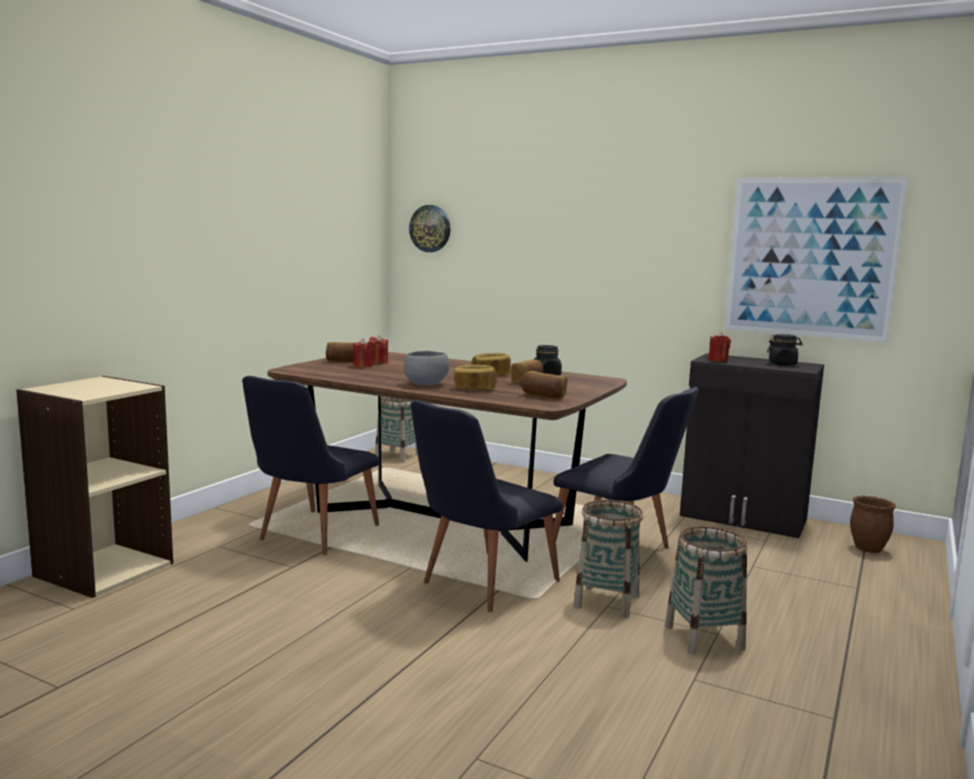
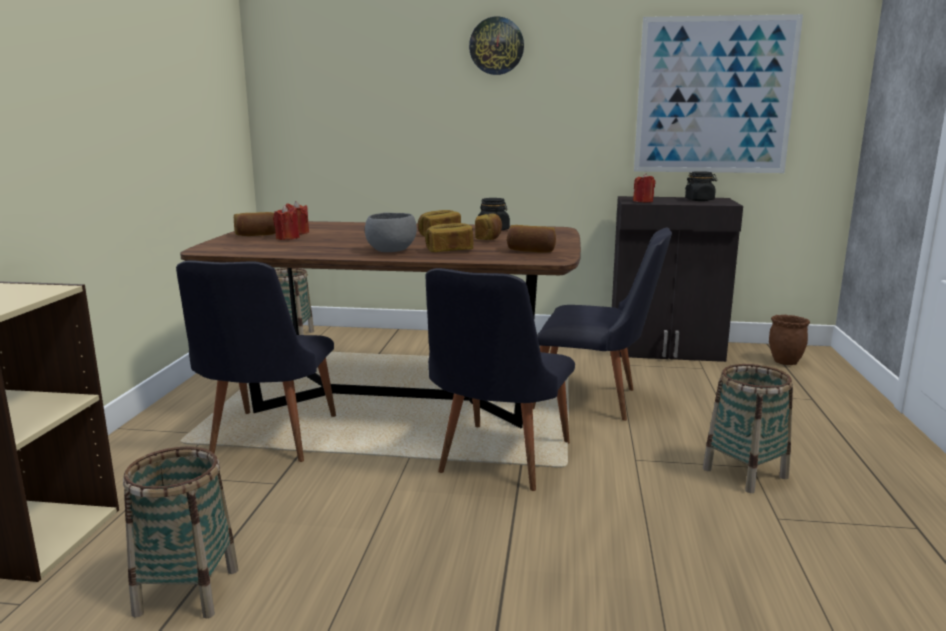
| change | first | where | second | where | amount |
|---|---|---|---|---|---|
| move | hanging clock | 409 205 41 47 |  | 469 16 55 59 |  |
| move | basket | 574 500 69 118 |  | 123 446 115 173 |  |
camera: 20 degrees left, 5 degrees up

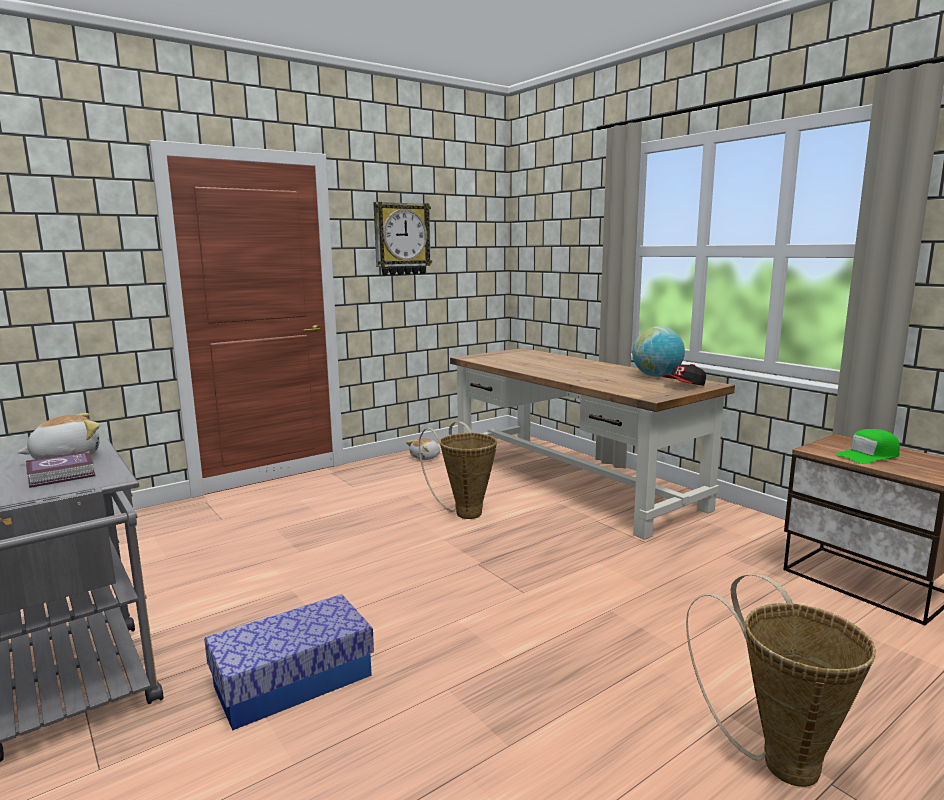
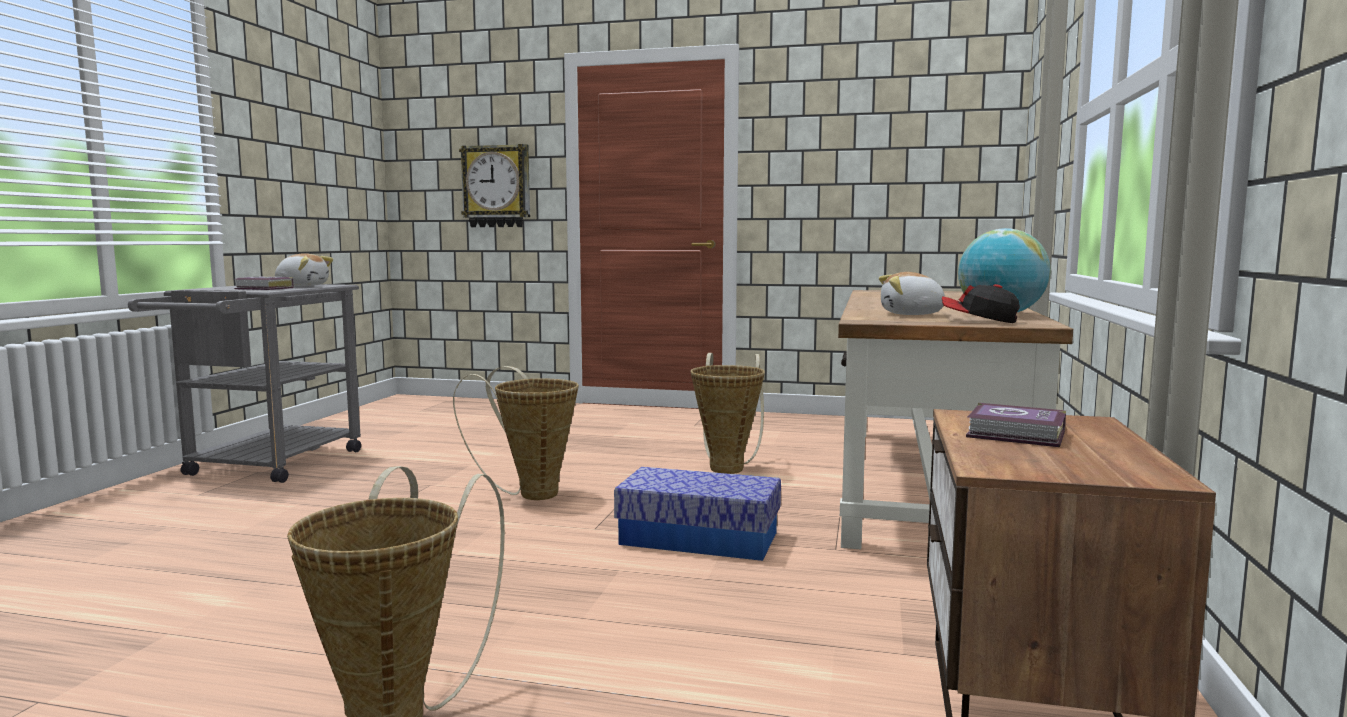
| change | first | where | second | where | amount |
|---|---|---|---|---|---|
| move | hanging clock | 374 202 58 74 |  | 459 144 71 83 |  |
| replace | peaked cap (green) | 835 429 65 35 | bound book | 966 403 100 44 |  |
| move | plush toy | 406 438 34 22 |  | 879 272 66 43 |  |
| move | storage container | 204 594 170 137 |  | 614 467 167 94 |  |
| insert |  |  | basket | 453 366 126 134 |  |
camera: 50 degrees right, 5 degrees down

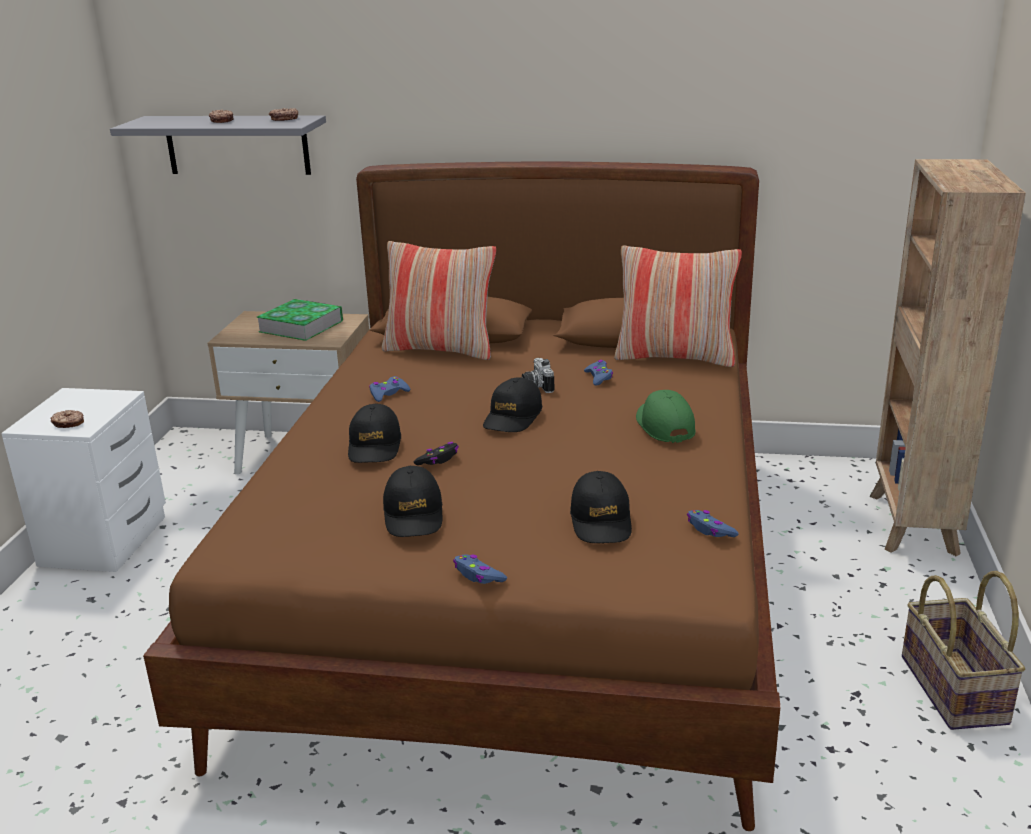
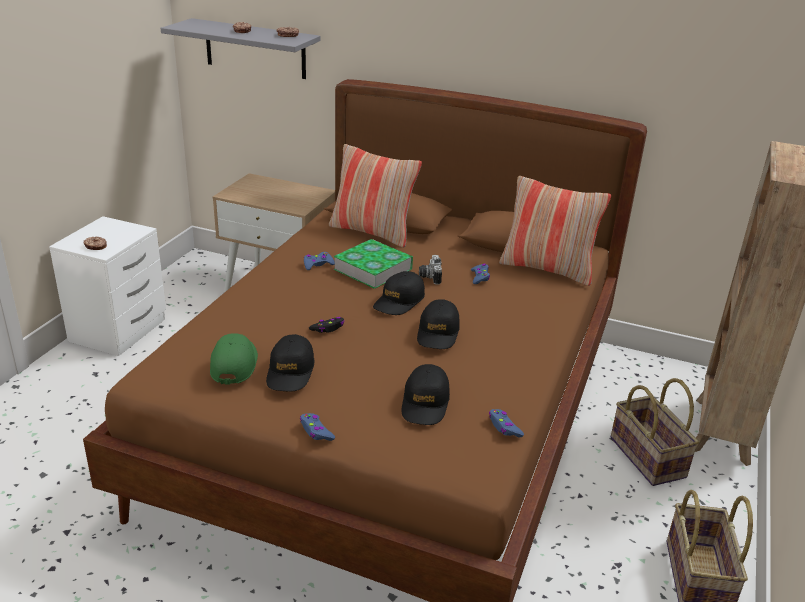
| change | first | where | second | where | amount |
|---|---|---|---|---|---|
| move | bound book | 256 299 87 42 |  | 334 239 79 50 |  |
| move | peaked cap (green) | 636 390 60 53 |  | 210 333 48 52 |  |
| move | peaked cap (black) | 348 404 53 59 |  | 417 299 43 50 |  |
| insert |  |  | basket | 611 378 88 108 |  |
camera: 10 degrees right, 5 degrees up

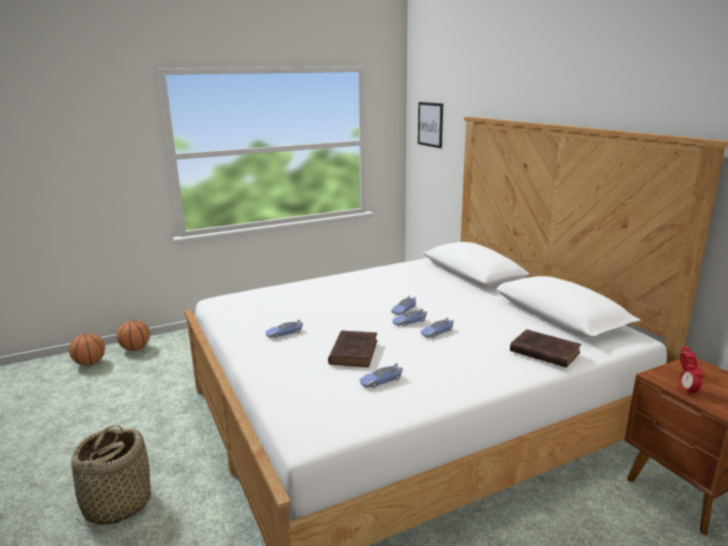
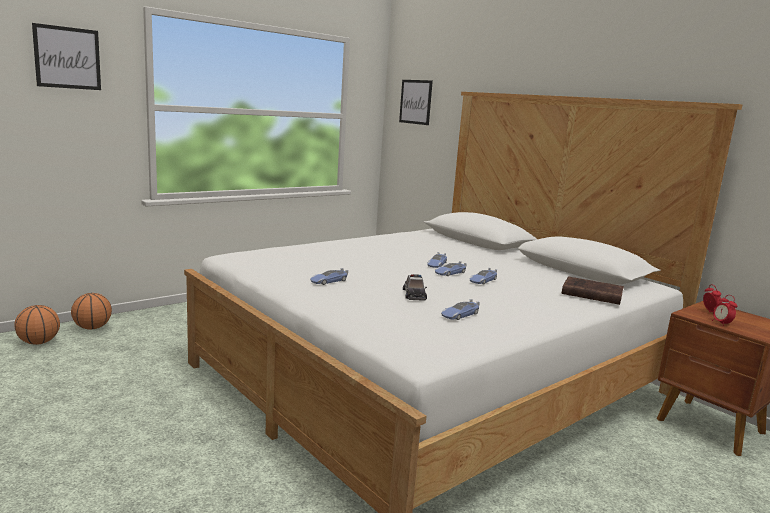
| change | first | where | second | where | amount |
|---|---|---|---|---|---|
| replace | bound book (brown-coloured) | 328 330 49 37 | toy car | 403 274 24 27 |  |
| delete | basket | 71 424 80 102 |  |  |  |
| insert |  |  | wall picture | 32 23 69 67 |  |
camera: 15 degrees left, 5 degrees down

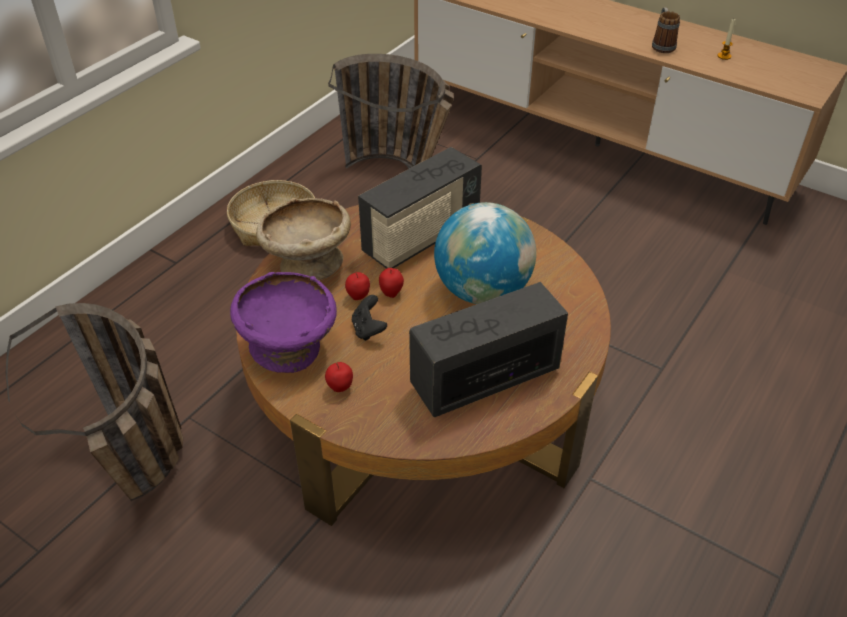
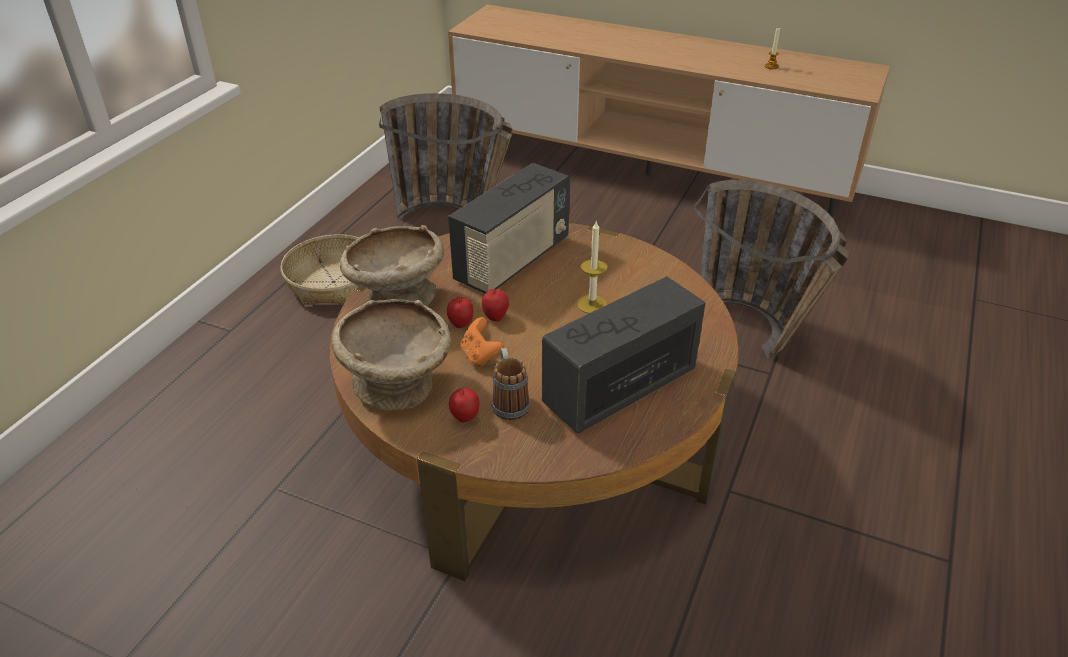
| change | first | where | second | where | amount |
|---|---|---|---|---|---|
| move | tea mug | 652 8 28 45 |  | 492 348 38 72 |  |
| replace | desk globe | 434 202 102 102 | candle | 577 220 30 94 |  |
| recolor | bowl (purple) | 230 272 107 101 | bowl (beige-coloured) | 331 299 120 112 |  |
| recolor | game controller (black) | 352 295 35 46 | game controller (orangey) | 461 317 43 50 |  |
| move | basket | 6 303 177 198 |  | 693 180 156 179 |  |
camera: 10 degrees left, 5 degrees down

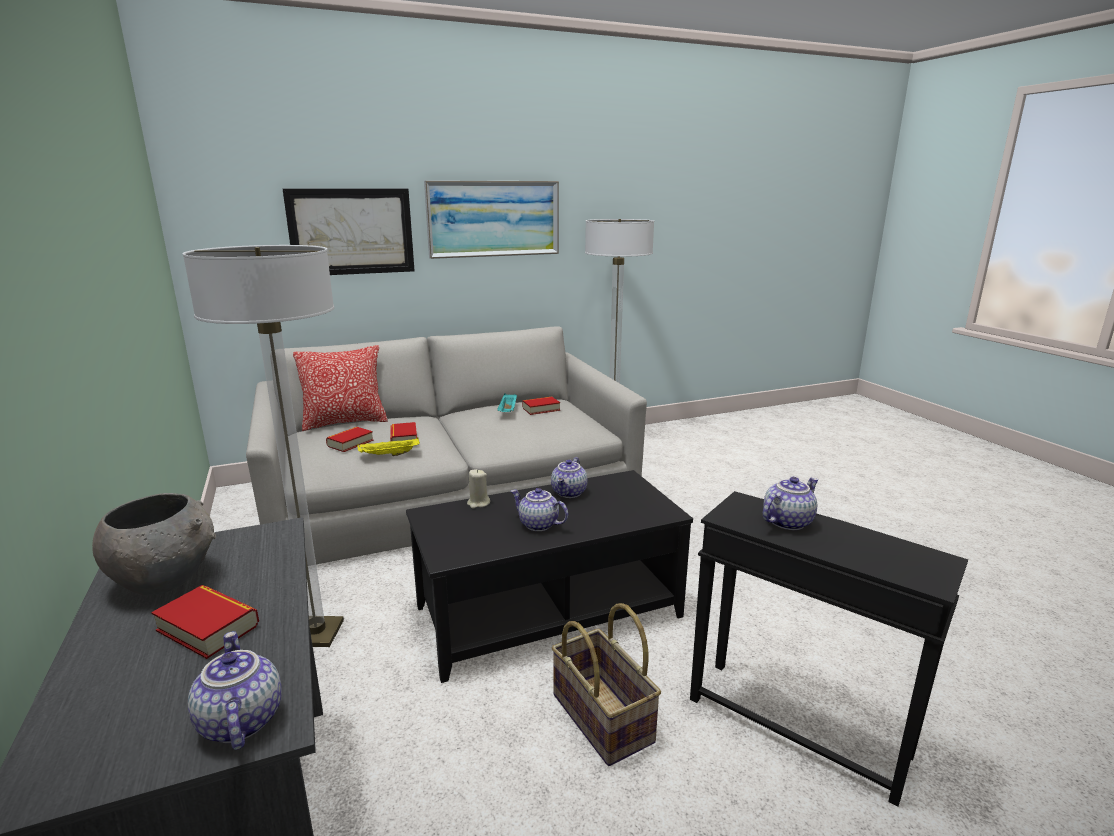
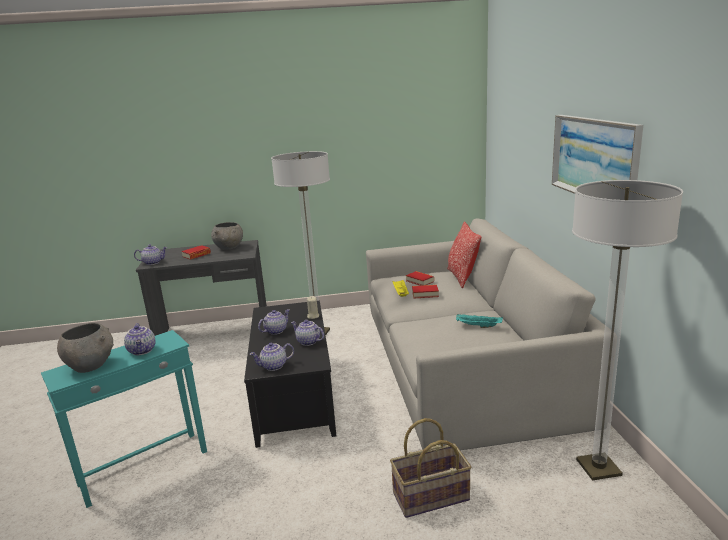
| change | first | where | second | where | amount |
|---|---|---|---|---|---|
| delete | wall picture | 283 189 132 86 |  |  |  |
| delete | bound book | 522 396 38 19 |  |  |  |
| recolor | side table (black) | 690 491 278 316 | side table (turquoise-coloured) | 41 330 166 178 |  |
| move | basket | 552 603 109 163 |  | 390 418 82 100 |  |
| insert |  |  | bowl (grey) | 57 323 57 50 |  |
| insert |  |  | teapot | 249 343 45 28 |  |
camera: 105 degrees right, 0 degrees up

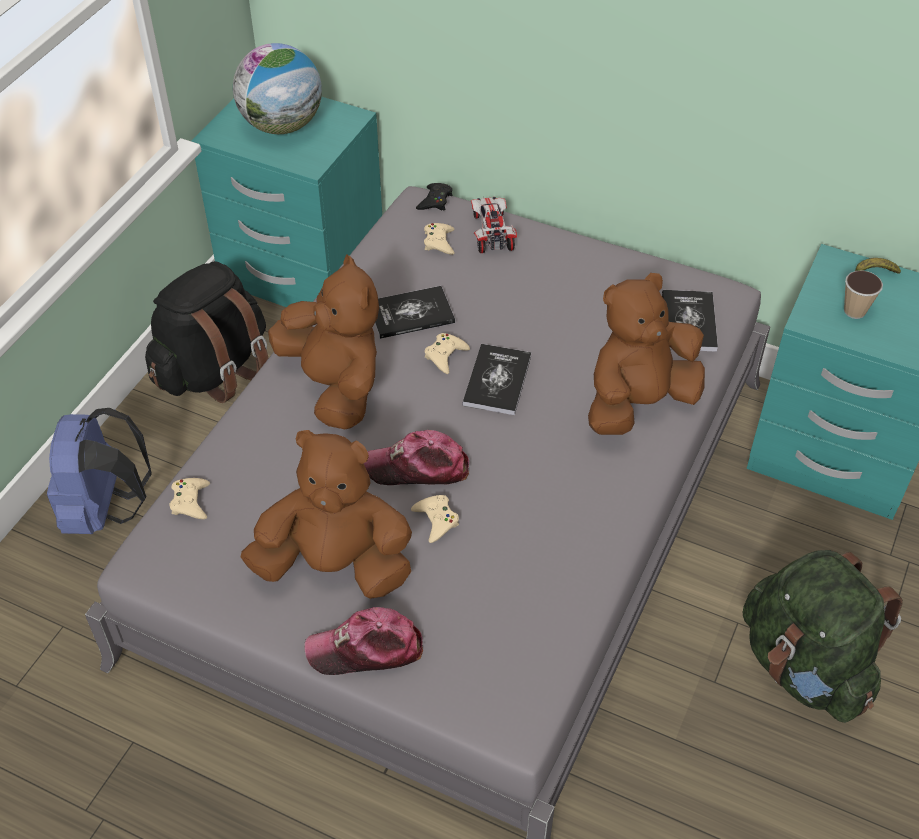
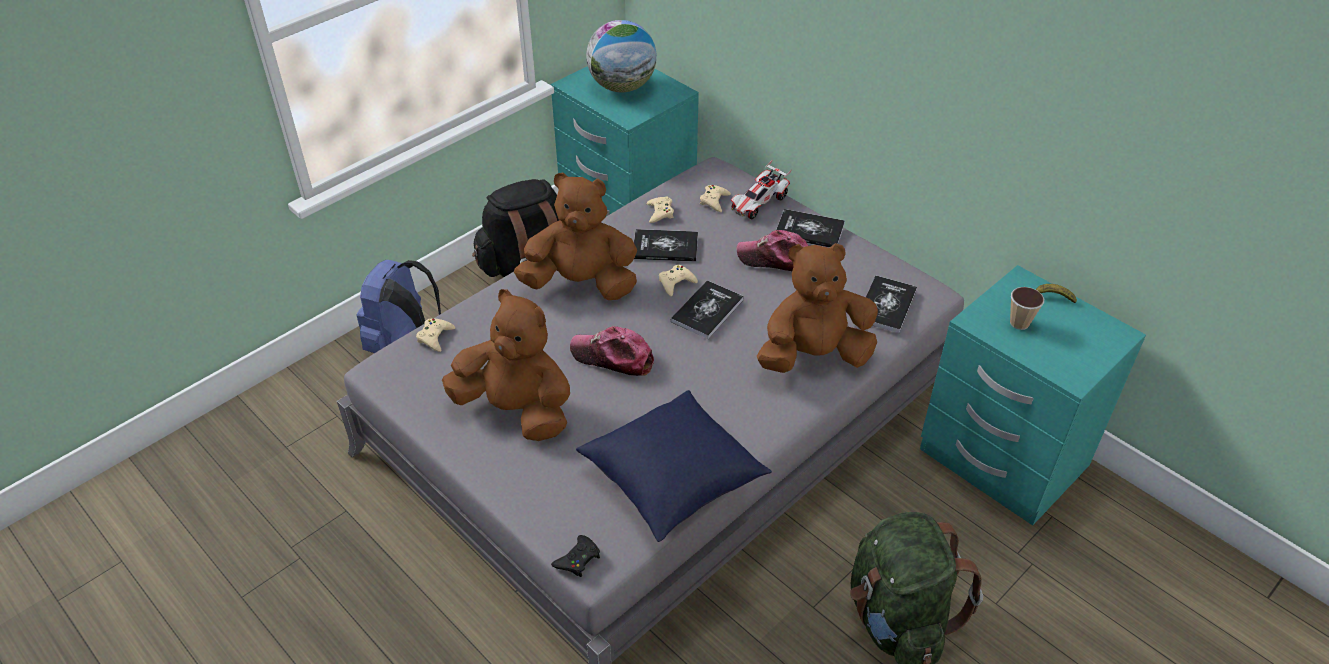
| change | first | where | second | where | amount |
|---|---|---|---|---|---|
| move | game controller (black) | 416 183 36 28 |  | 551 535 49 42 |  |
| rotate | toy car | 471 197 46 56 |  | 731 160 60 59 | 150 degrees counterclockwise |
| rotate | plush toy (brown-coloured) | 268 254 111 175 |  | 514 173 123 127 | 75 degrees counterclockwise |
| move | game controller (beige-coloured) | 411 495 48 48 |  | 646 197 28 26 |  |
| move | peaked cap | 304 607 119 68 |  | 737 230 71 41 |  |
| insert |  |  | bound book | 776 209 69 39 |  |
| insert |  |  | cushion (blue) | 576 390 196 152 |  |
camera: 20 degrees right, 5 degrees down

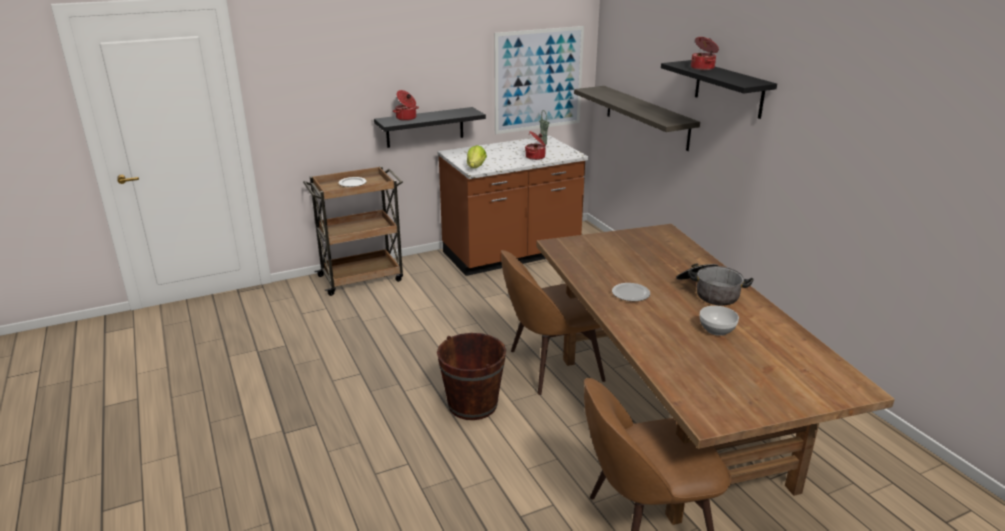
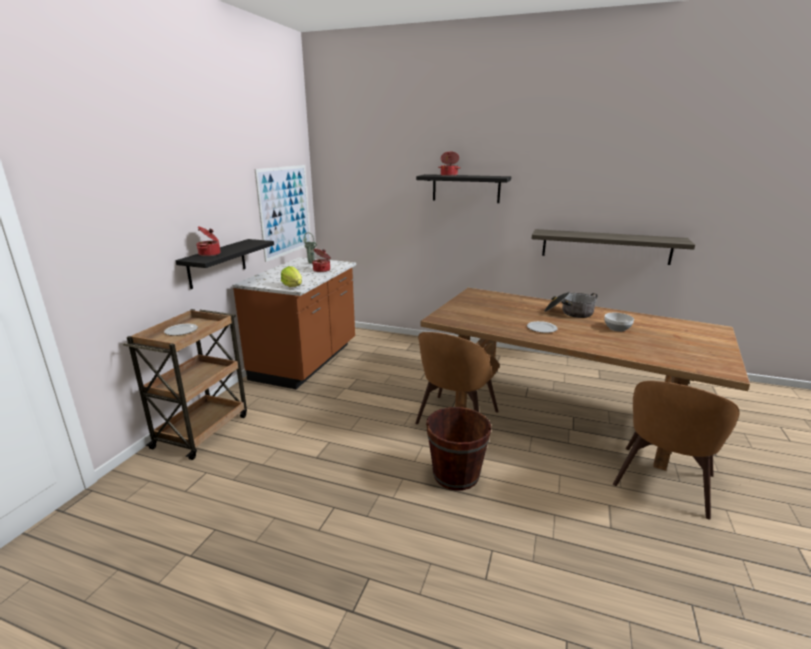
| change | first | where | second | where | amount |
|---|---|---|---|---|---|
| move | bracket shelf | 574 86 126 65 |  | 532 229 163 36 |  |
camera: 45 degrees left, 5 degrees down

